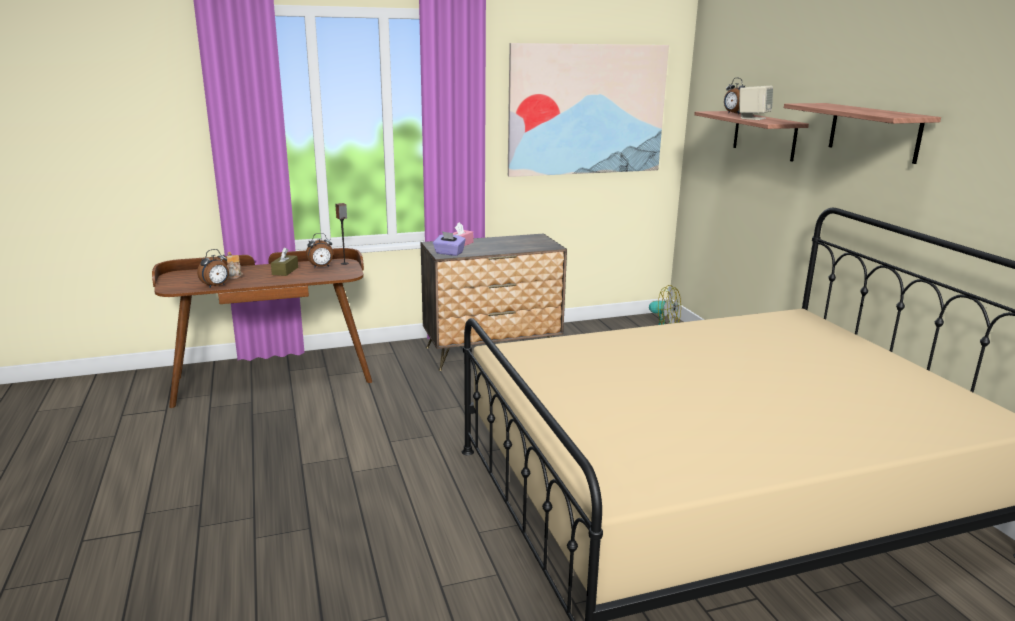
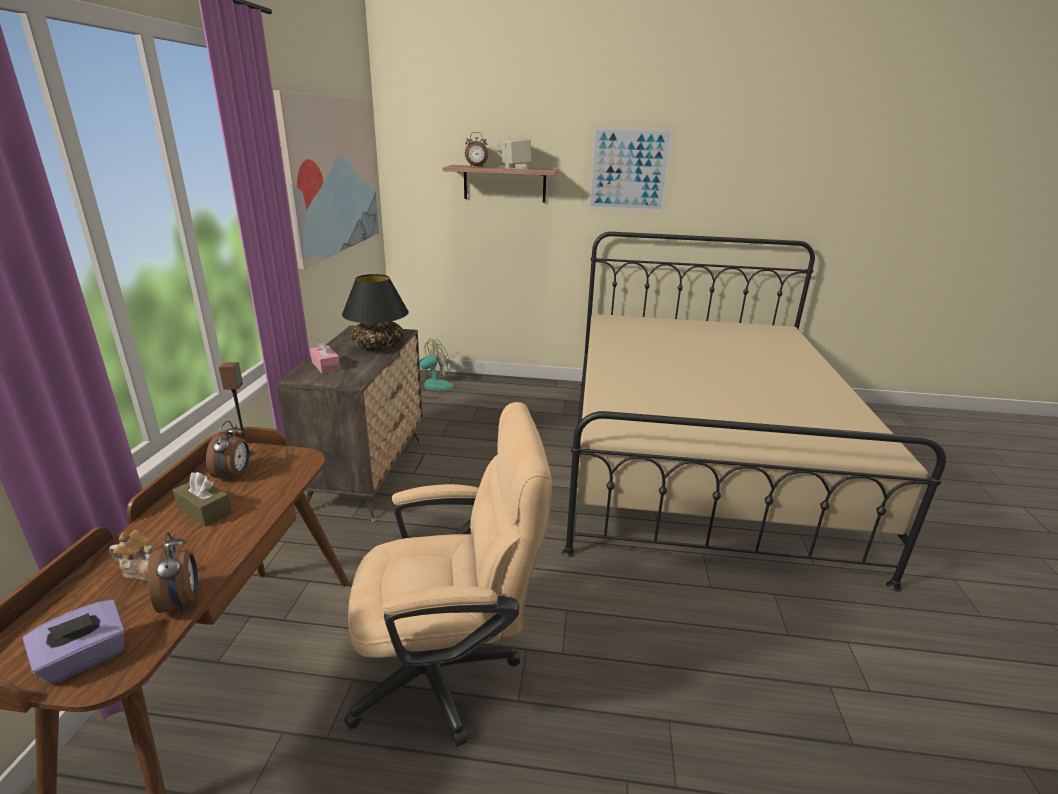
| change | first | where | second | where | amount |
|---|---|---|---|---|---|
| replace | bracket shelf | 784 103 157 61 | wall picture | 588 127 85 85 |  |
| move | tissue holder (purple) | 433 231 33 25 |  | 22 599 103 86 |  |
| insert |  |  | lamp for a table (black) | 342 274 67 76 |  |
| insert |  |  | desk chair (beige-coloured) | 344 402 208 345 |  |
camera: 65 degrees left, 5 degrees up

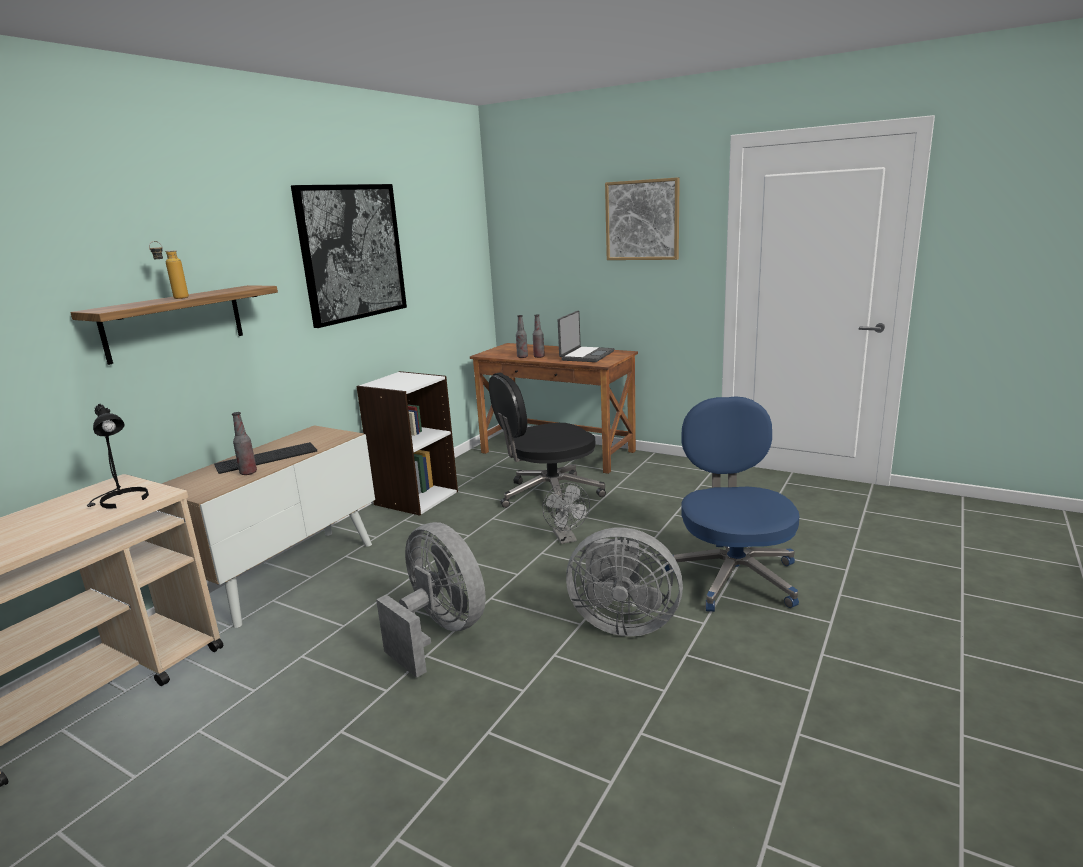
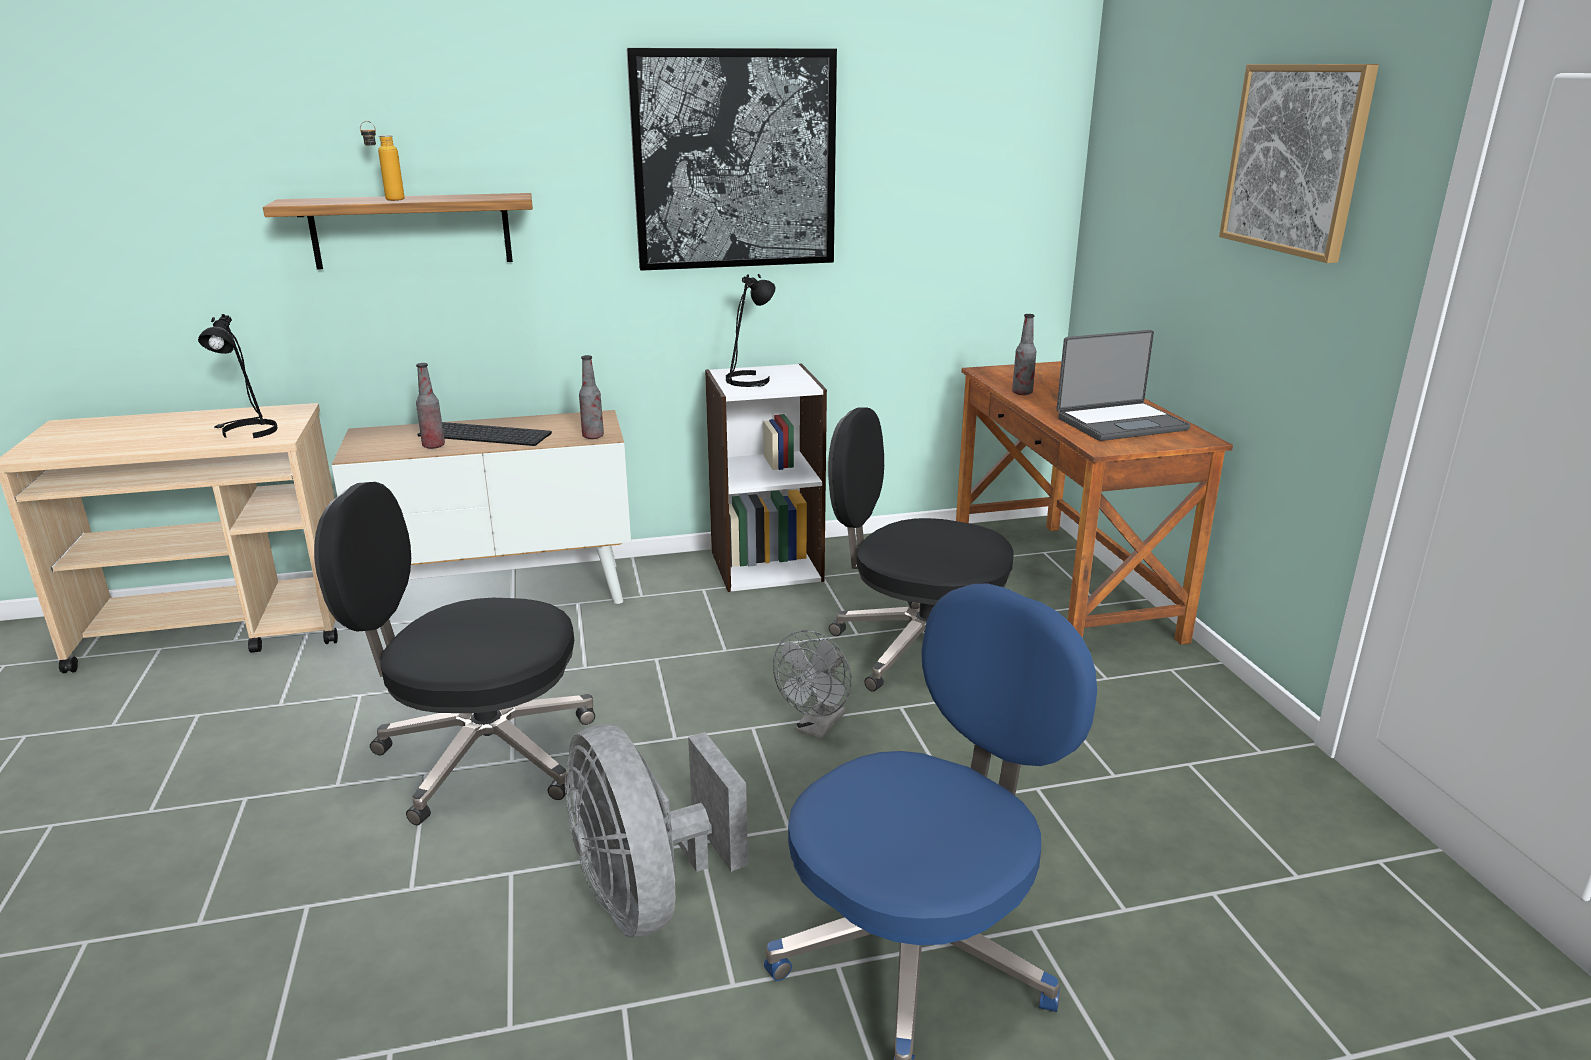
| change | first | where | second | where | amount |
|---|---|---|---|---|---|
| move | beverage bottle | 533 314 12 44 |  | 579 355 25 84 |  |
| replace | fan (grey) | 376 522 110 156 | desk chair (black) | 314 482 281 343 |  |
| insert |  |  | lamp for a table (black) | 726 274 49 113 |  |
camera: 45 degrees right, 5 degrees up

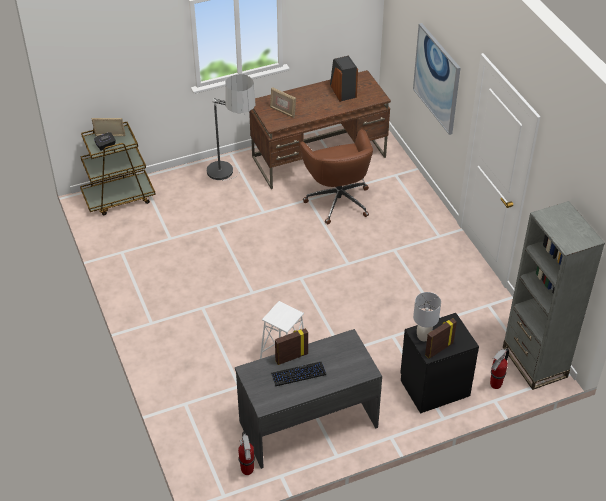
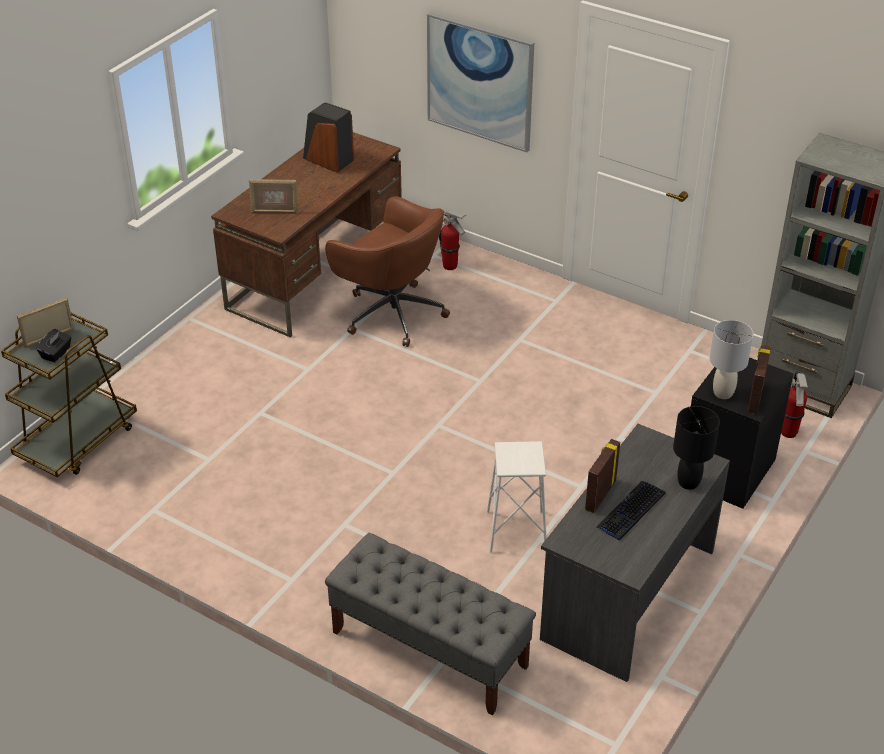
| change | first | where | second | where | amount |
|---|---|---|---|---|---|
| delete | standard lamp | 207 74 48 107 |  |  |  |
| move | extinguisher | 238 432 17 43 |  | 439 210 27 60 |  |
| insert |  |  | lamp for a table (black) | 673 406 47 84 |  |
| insert |  |  | long seat (grey) | 325 533 211 182 |  |
camera: 35 degrees left, 5 degrees down

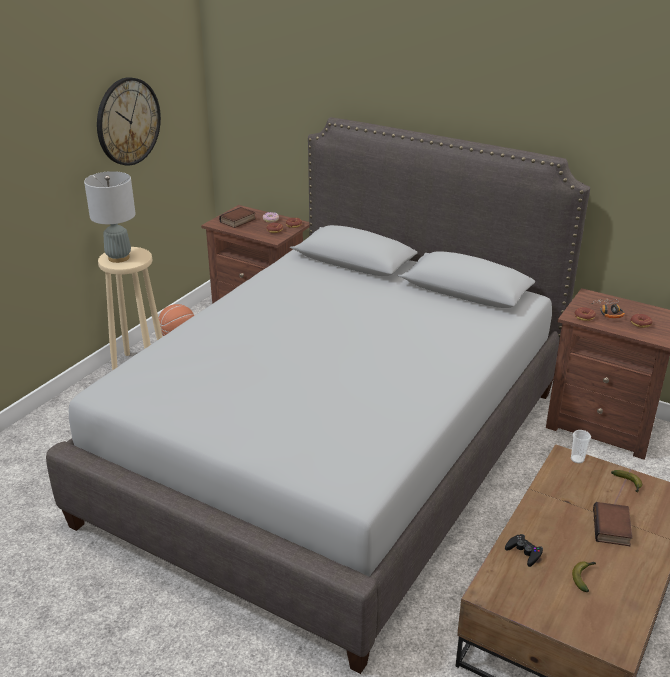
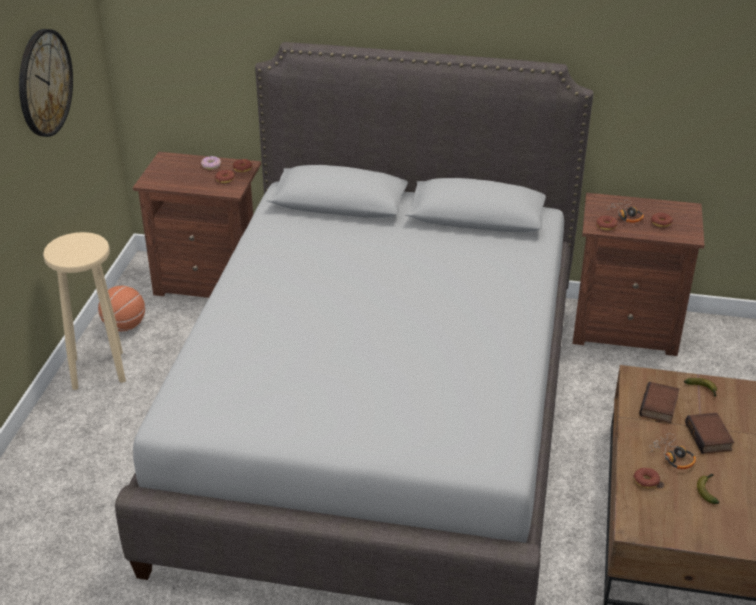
| change | first | where | second | where | amount |
|---|---|---|---|---|---|
| delete | lamp for a table (grey) | 84 171 52 92 |  |  |  |
| move | bound book | 219 207 37 21 |  | 639 382 40 41 |  |
| delete | small cup | 571 430 20 33 |  |  |  |
| replace | game controller (black) | 505 534 38 33 | donut | 633 468 27 20 |  |
| insert |  |  | pair of headphones | 649 434 47 35 |  |
camera: 20 degrees left, 5 degrees up

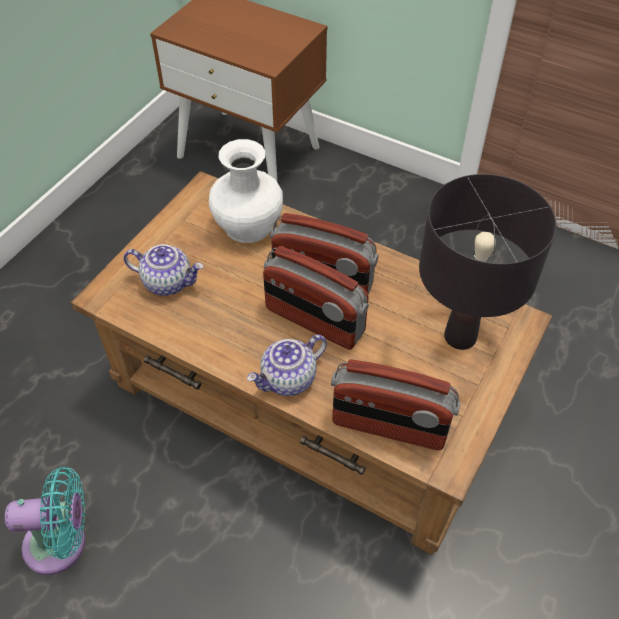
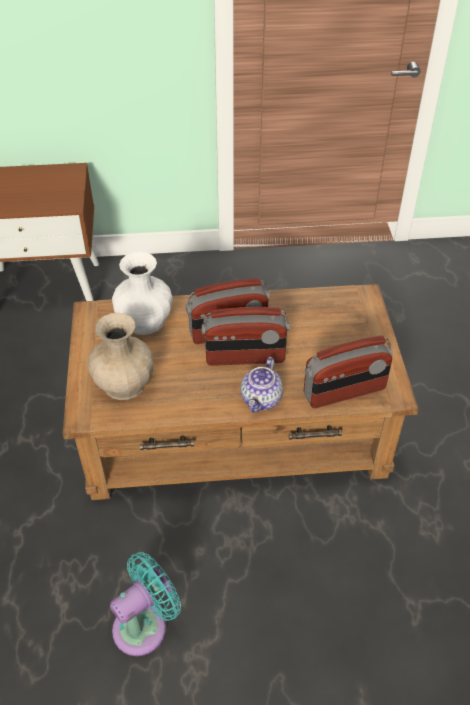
| change | first | where | second | where | amount |
|---|---|---|---|---|---|
| delete | lamp for a table (black) | 419 174 137 176 |  |  |  |
| replace | teapot | 124 244 80 52 | decorative vase (beige-coloured) | 88 313 66 87 |  |
camera: 35 degrees left, 5 degrees down

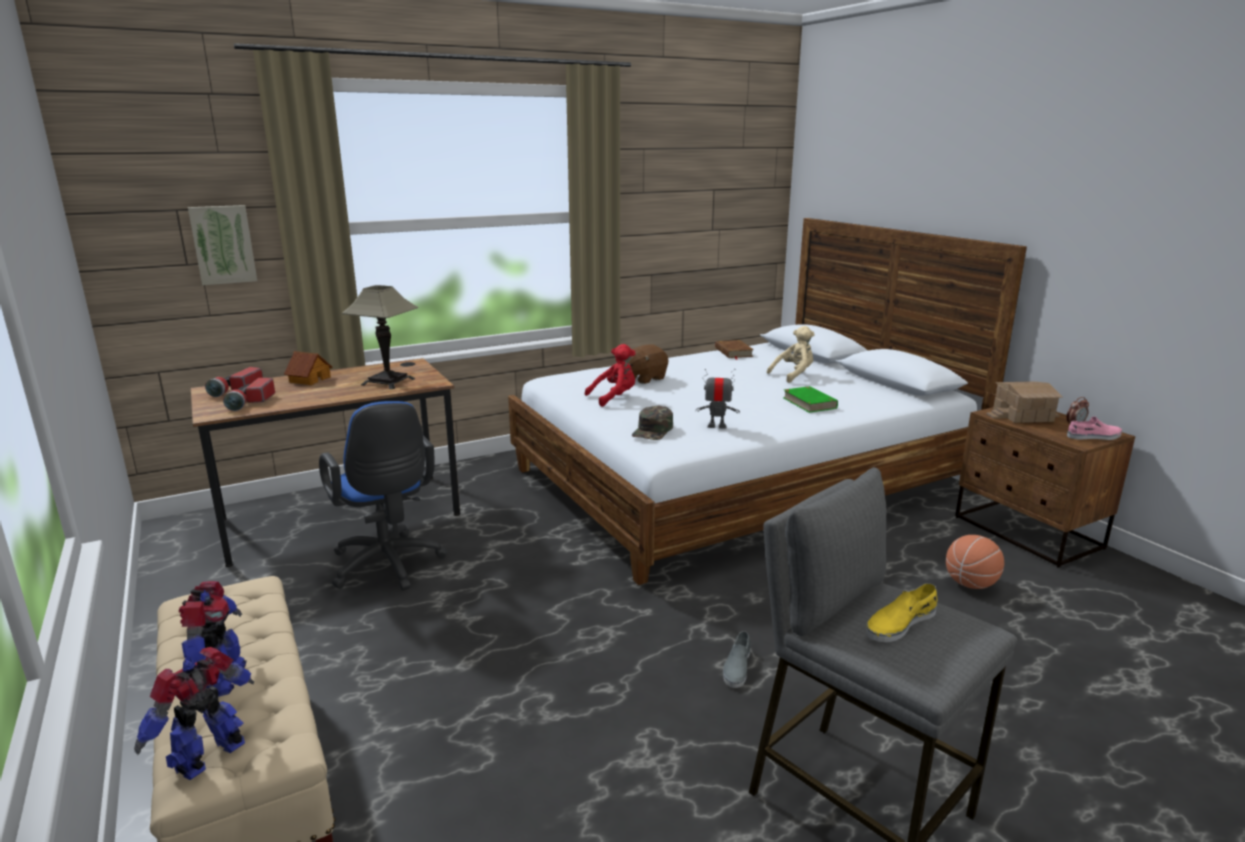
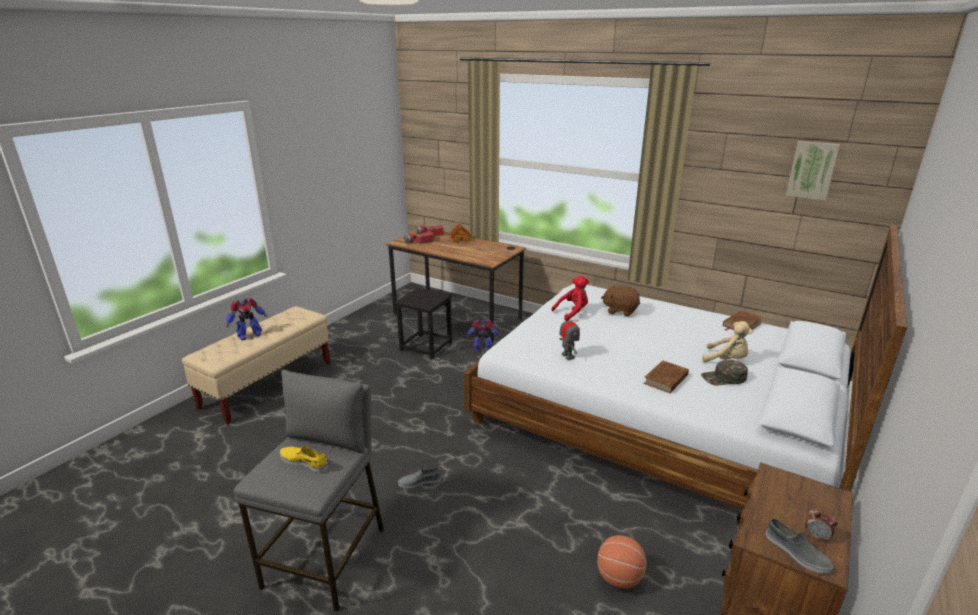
| change | first | where | second | where | amount |
|---|---|---|---|---|---|
| move | wall picture | 188 205 69 80 |  | 786 141 54 60 |  |
| delete | lamp for a table | 342 285 76 104 |  |  |  |
| rotate | plush toy (reddish) | 585 344 51 63 |  | 551 276 38 45 | 60 degrees counterclockwise |
| delete | model house | 987 381 76 42 |  |  |  |
| recolor | bound book (green) | 783 386 55 27 | bound book (brown-coloured) | 644 360 45 33 |  |
| replace | desk chair (blue) | 319 401 128 190 | stool seat (black) | 395 288 57 71 |  |
| move | peaked cap (green) | 632 405 41 35 |  | 701 360 47 26 |  |
| recolor | shoe (pink) | 1067 416 55 24 | shoe (grey) | 766 518 69 56 |  |
| move | robot figure | 134 647 120 133 |  | 467 320 33 31 |  |
camera: 60 degrees right, 5 degrees up

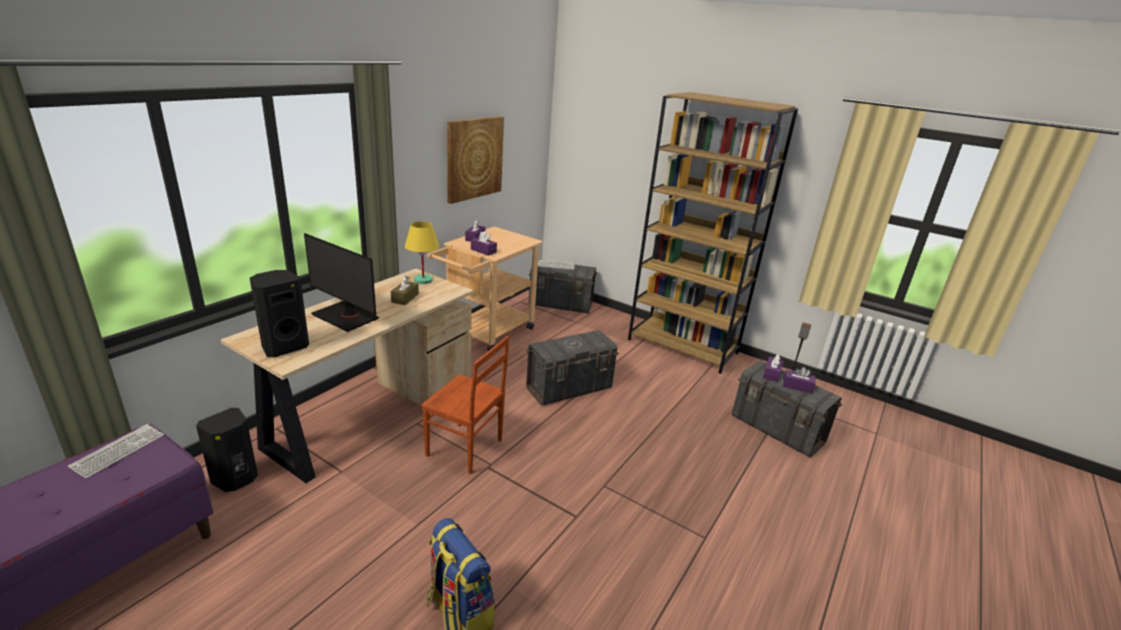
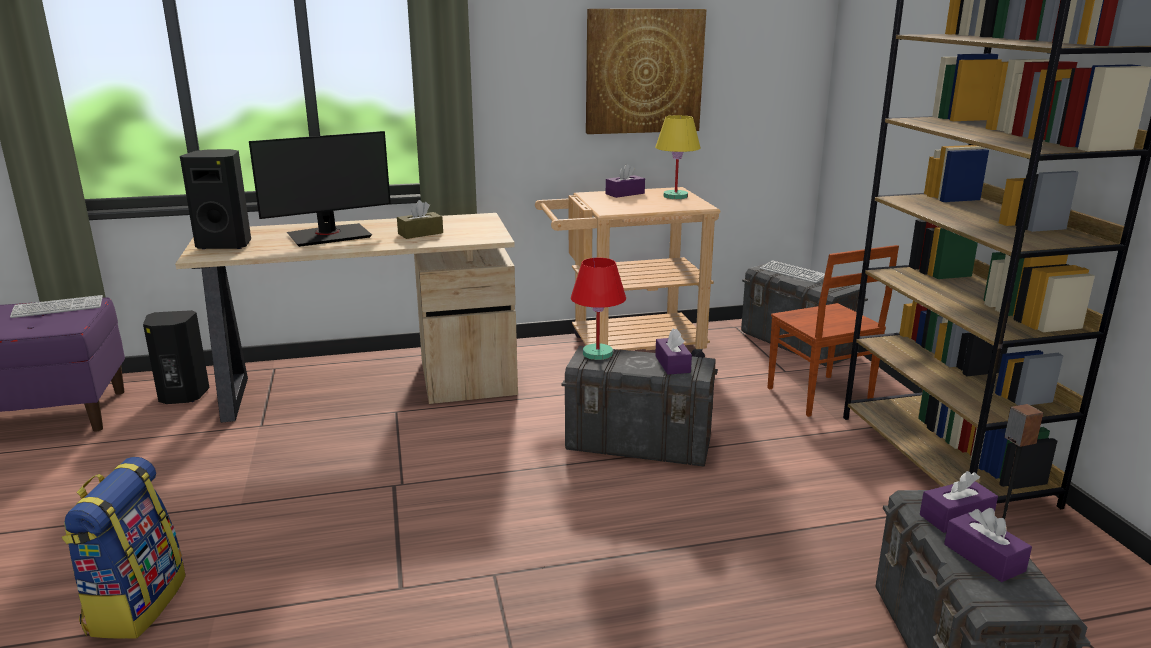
| change | first | where | second | where | amount |
|---|---|---|---|---|---|
| move | lamp for a table (yellowish) | 405 221 34 63 |  | 655 115 46 84 |  |
| move | tissue holder (purple) | 471 231 26 25 |  | 655 329 37 46 |  |
| rotate | monitor | 304 233 75 99 |  | 249 131 142 116 | 105 degrees counterclockwise |
| move | upright chair (brown-coloured) | 421 336 89 138 |  | 768 245 131 172 |  |
| insert |  |  | lamp for a table (reddish) | 571 258 55 102 |  |
camera: 45 degrees right, 5 degrees down

